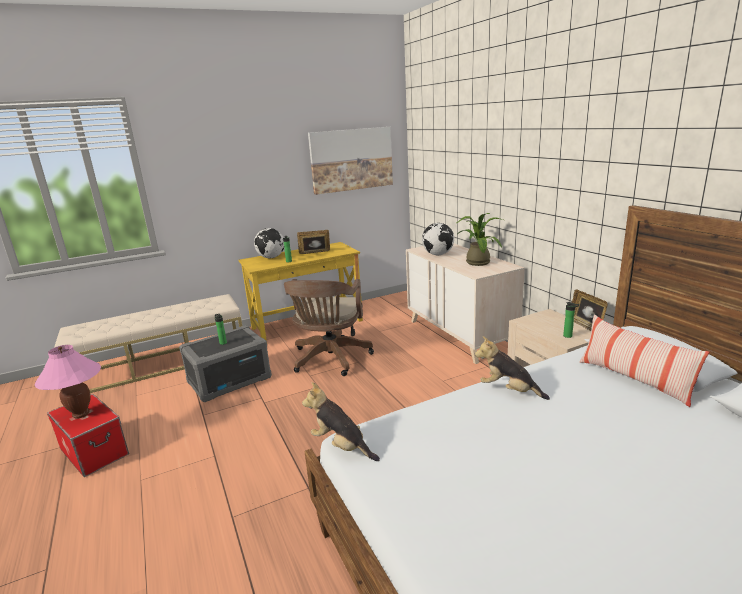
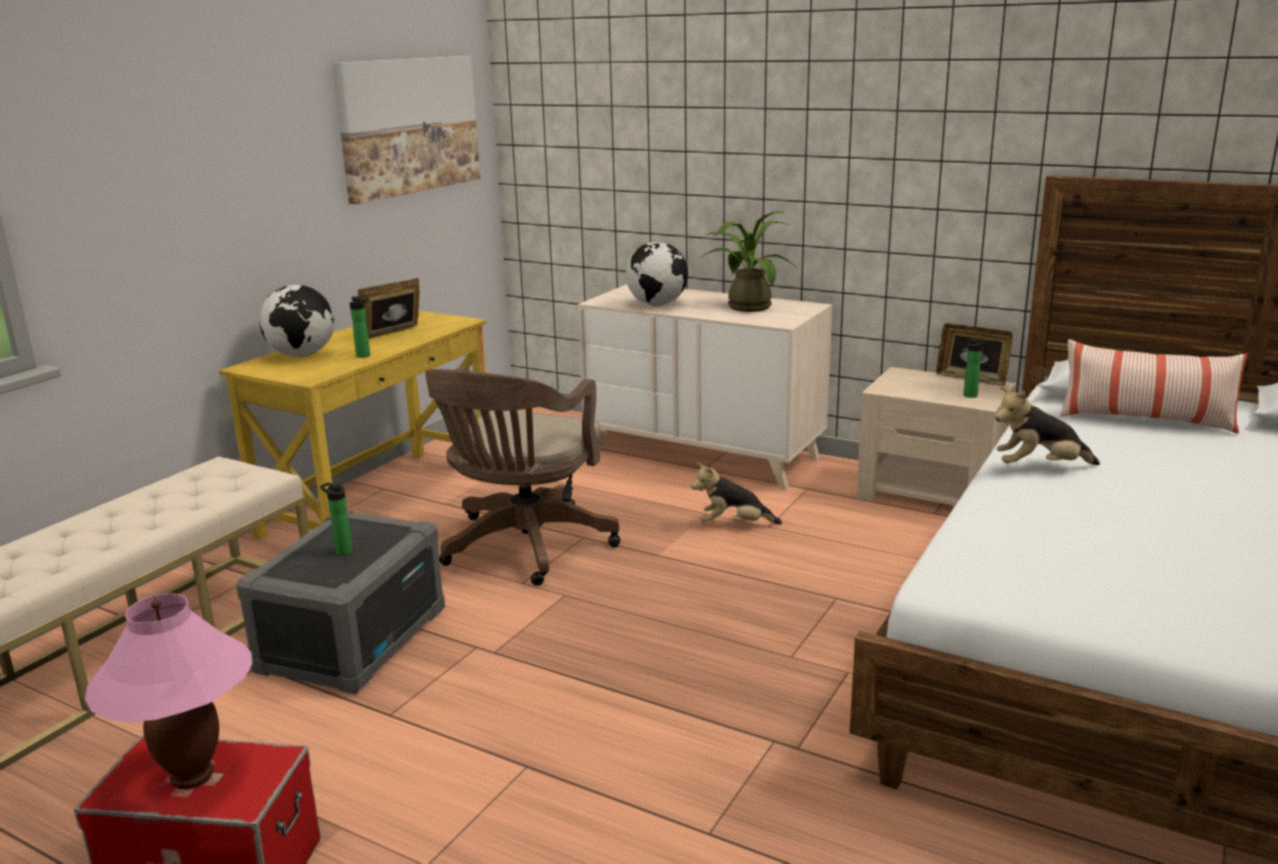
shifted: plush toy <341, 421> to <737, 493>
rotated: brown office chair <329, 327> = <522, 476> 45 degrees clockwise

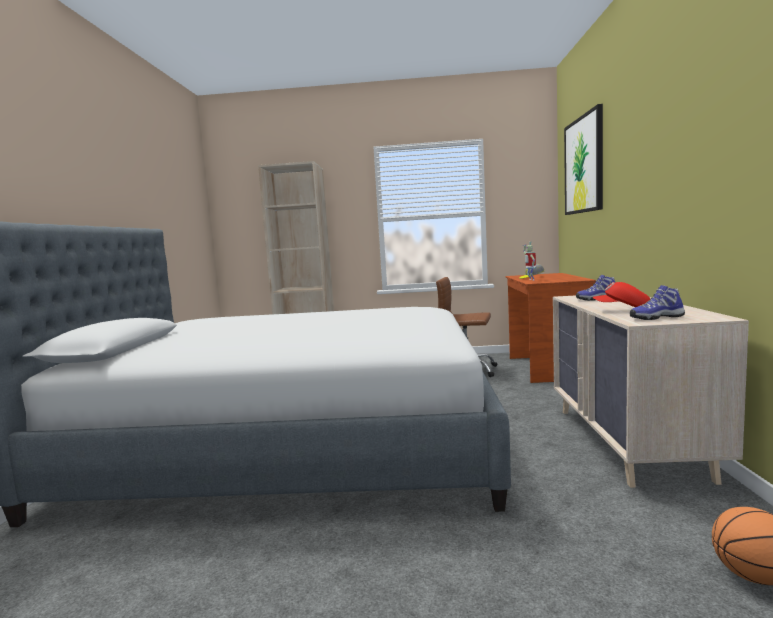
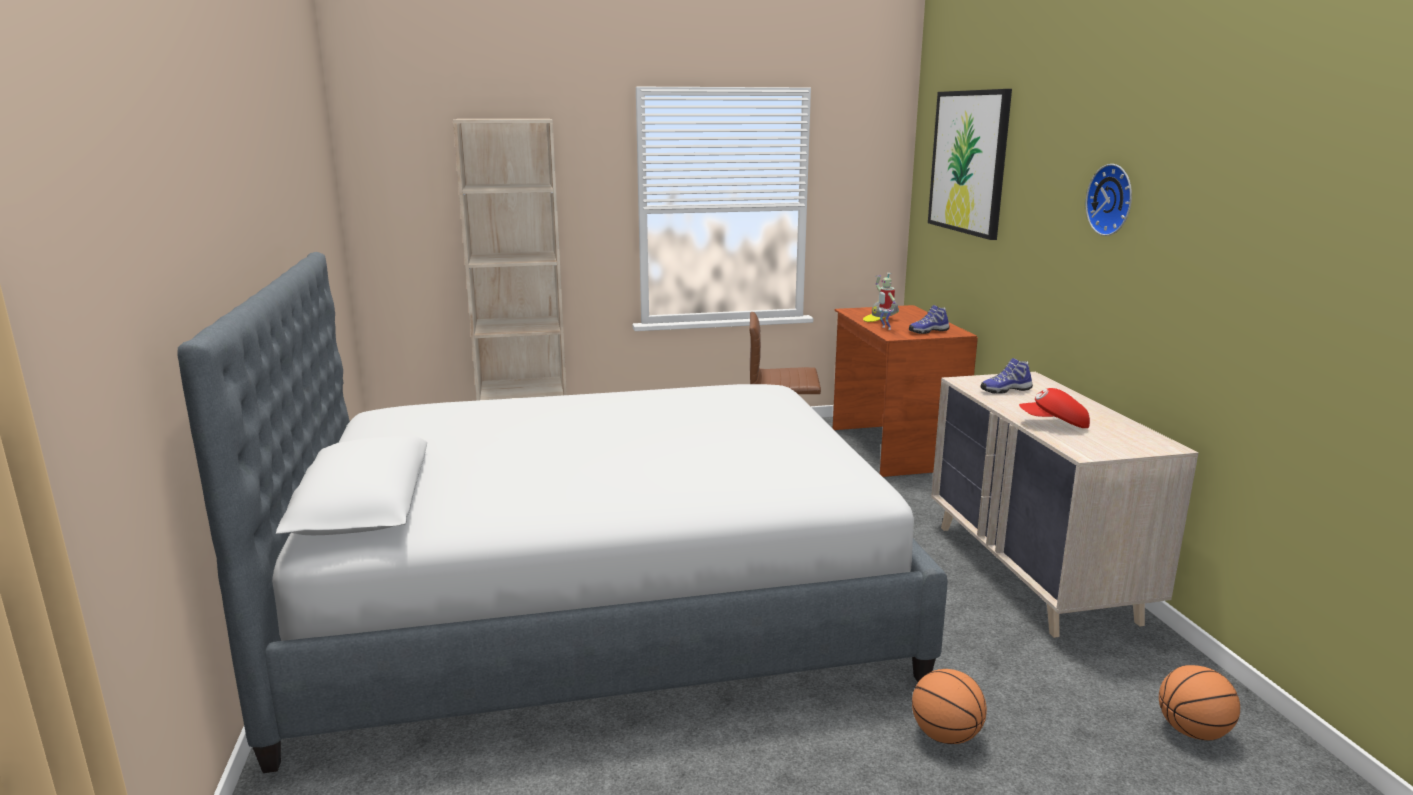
new: basketball <949, 706>; wall clock <1109, 200>
shifted: shoe <657, 302> to <929, 319>

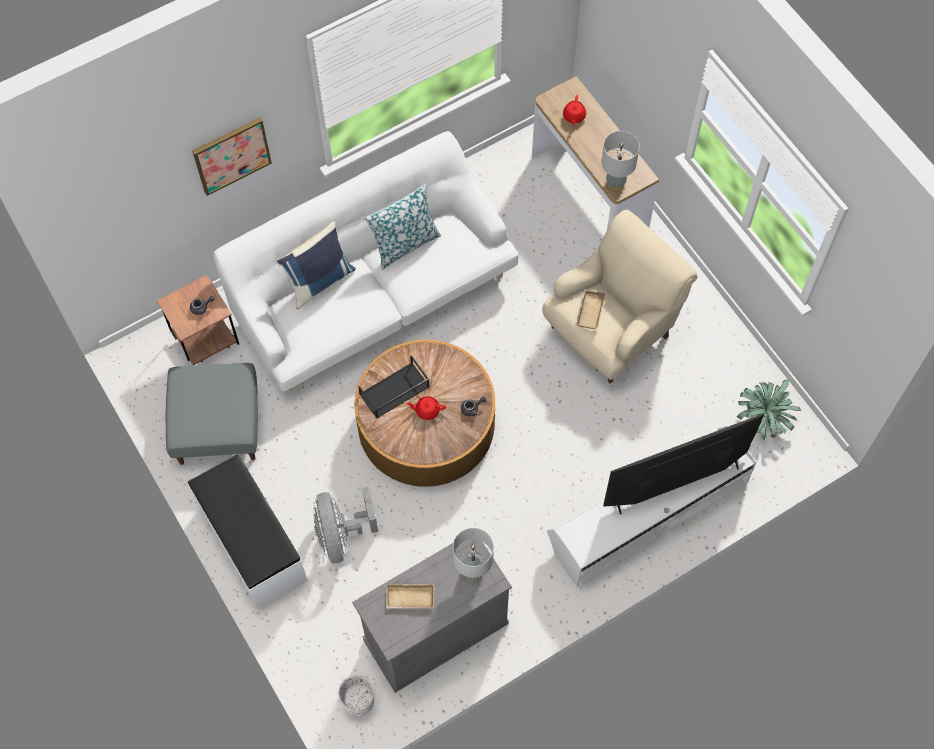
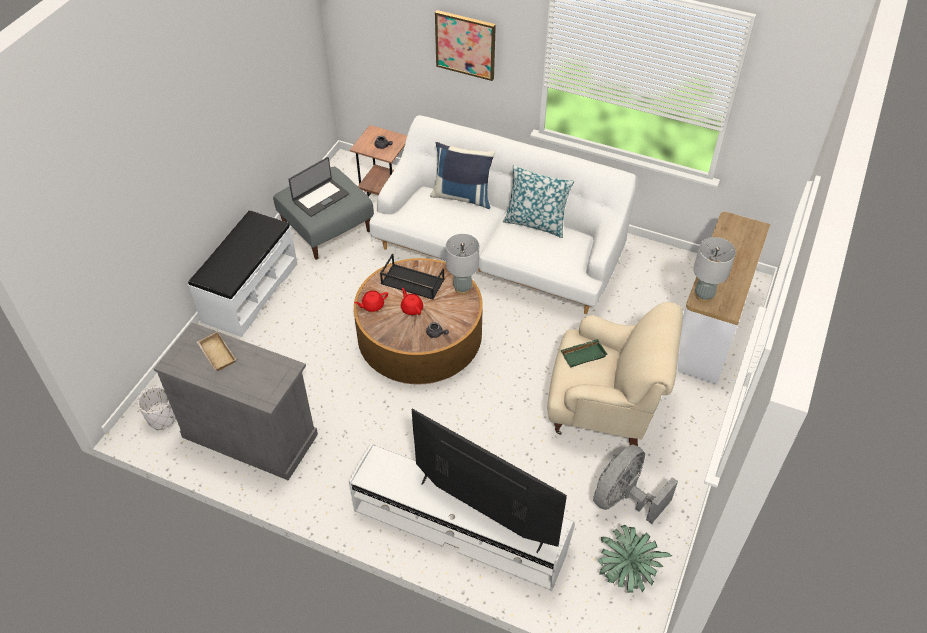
new: laptop <318, 187>
shifted: grey fan <346, 525> to <635, 484>; grey table lamp <473, 554> to <462, 264>; red teapot <574, 110> to <371, 301>
repainted: beige tray <590, 309> to green tray <584, 353>

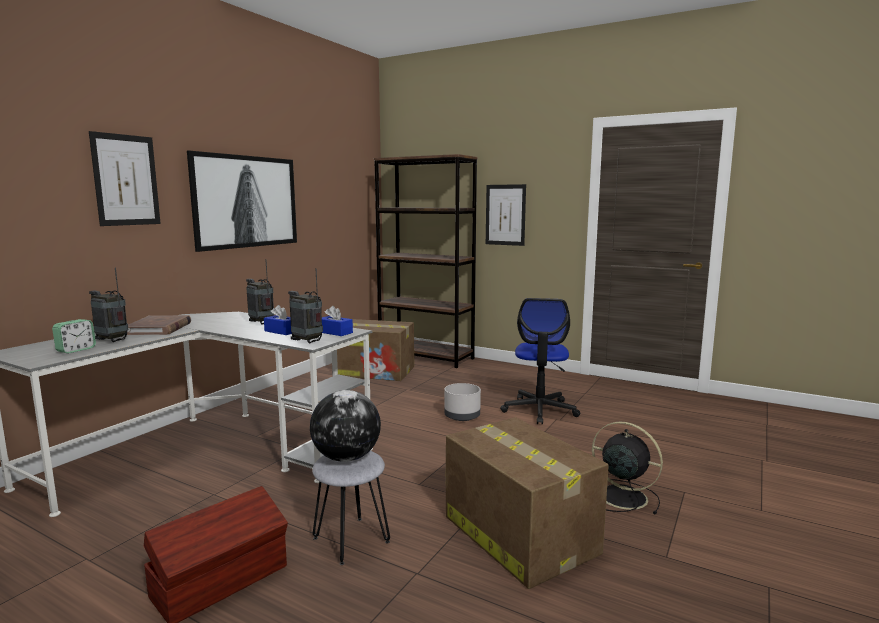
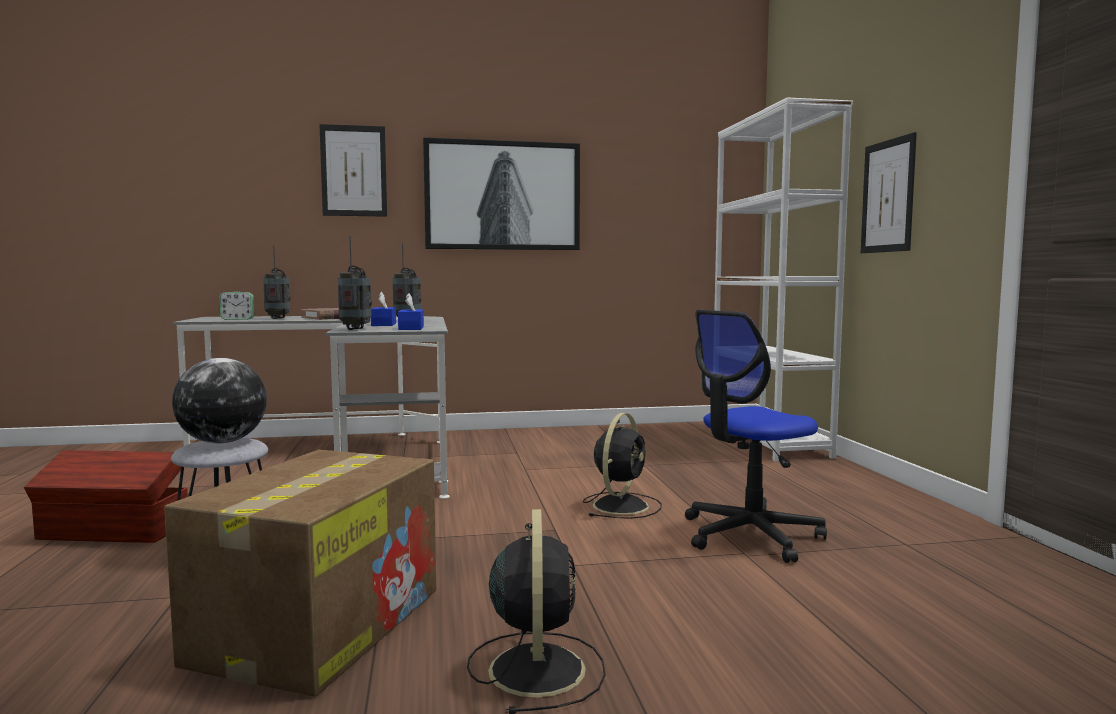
gone: cardboard box <375, 350>
swapped: grey planter <462, 402> to black fan <622, 466>
repainted: brown bookcase <426, 261> to white bookcase <783, 279>

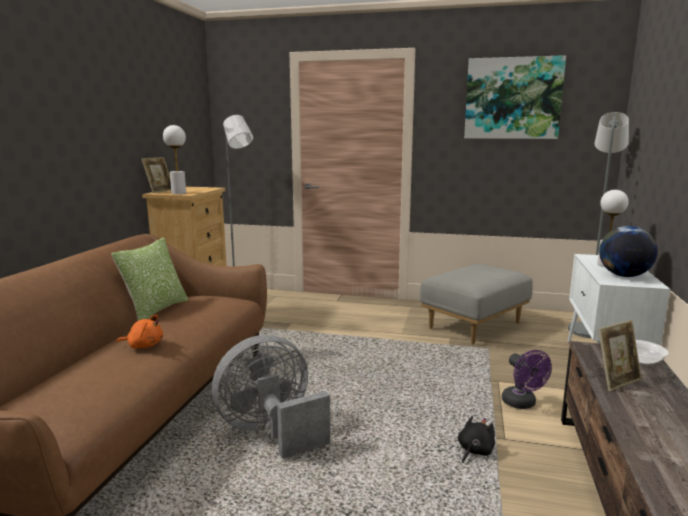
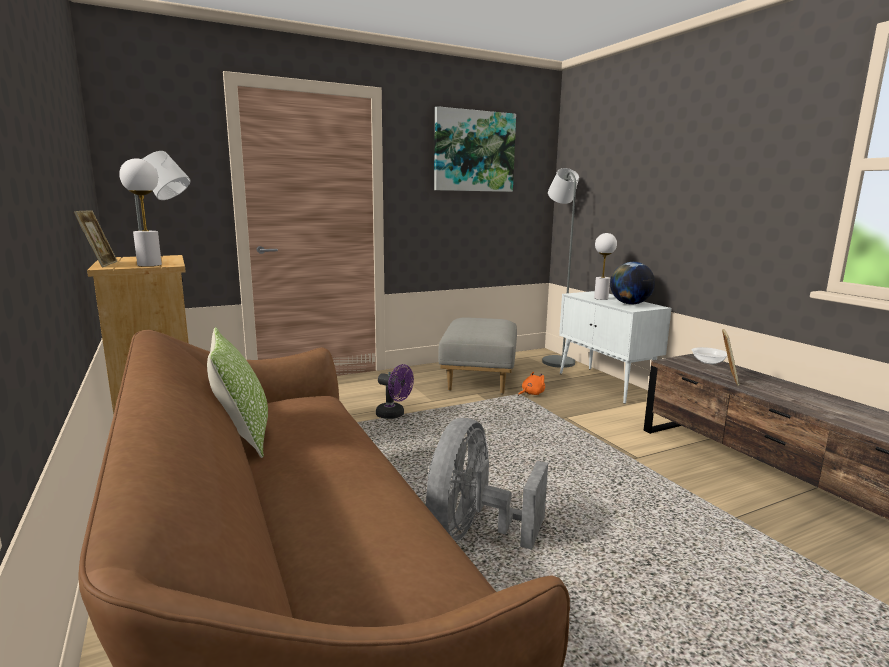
gone: black plush toy <476, 439>
shifted: orange plush toy <139, 331> to <531, 384>; purple fan <527, 379> to <395, 391>

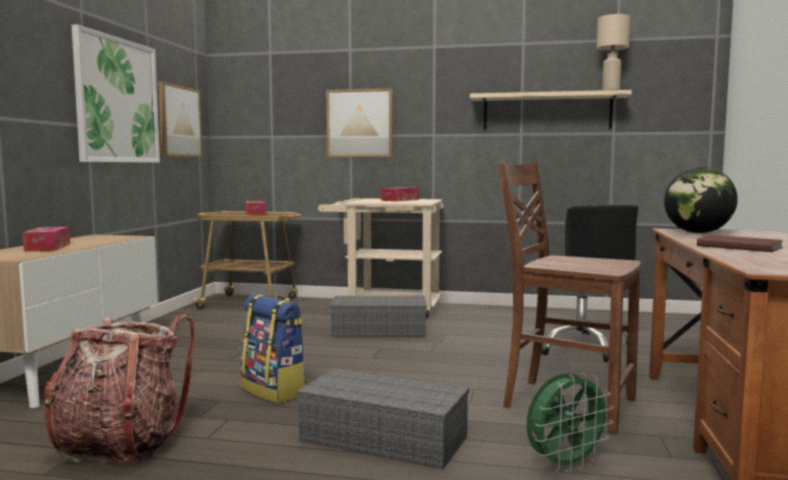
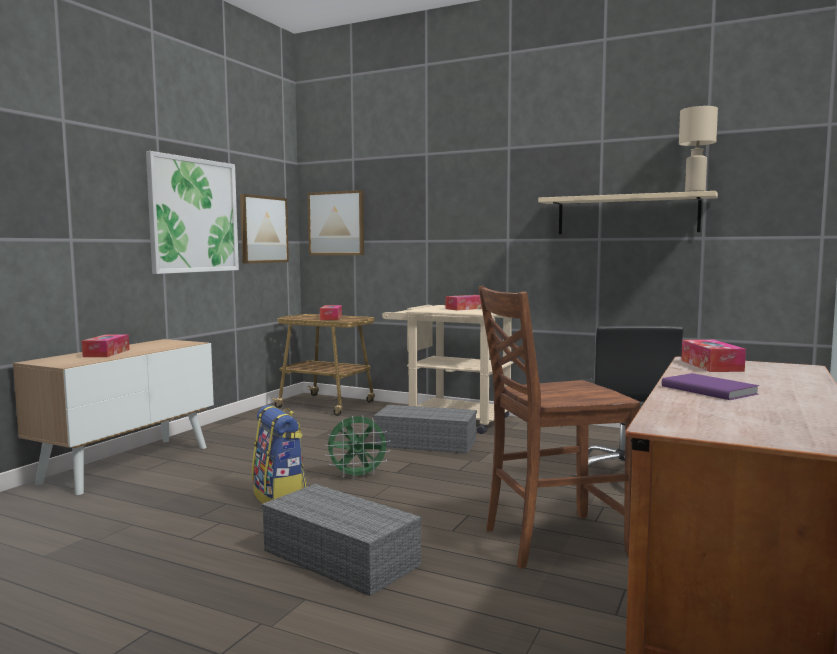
gone: backpack <120, 389>
shifted: picture <359, 122> to <335, 222>; green fan <570, 422> to <357, 447>
swapped: globe <701, 200> to tissue box <713, 356>
repainted: brown book <740, 243> to purple book <711, 386>
rotated: brown chair <569, 298> = <559, 427> 60 degrees counterclockwise

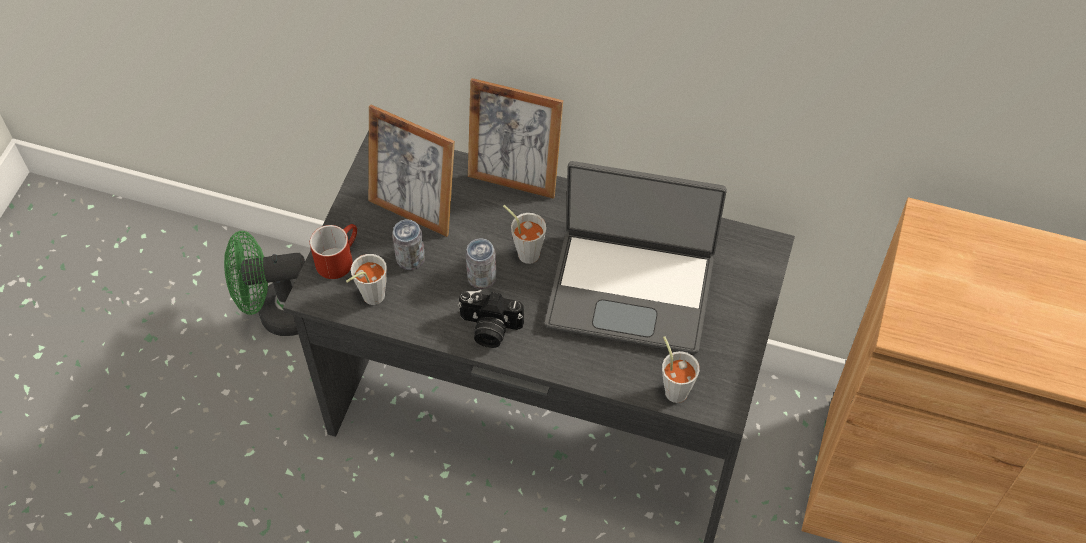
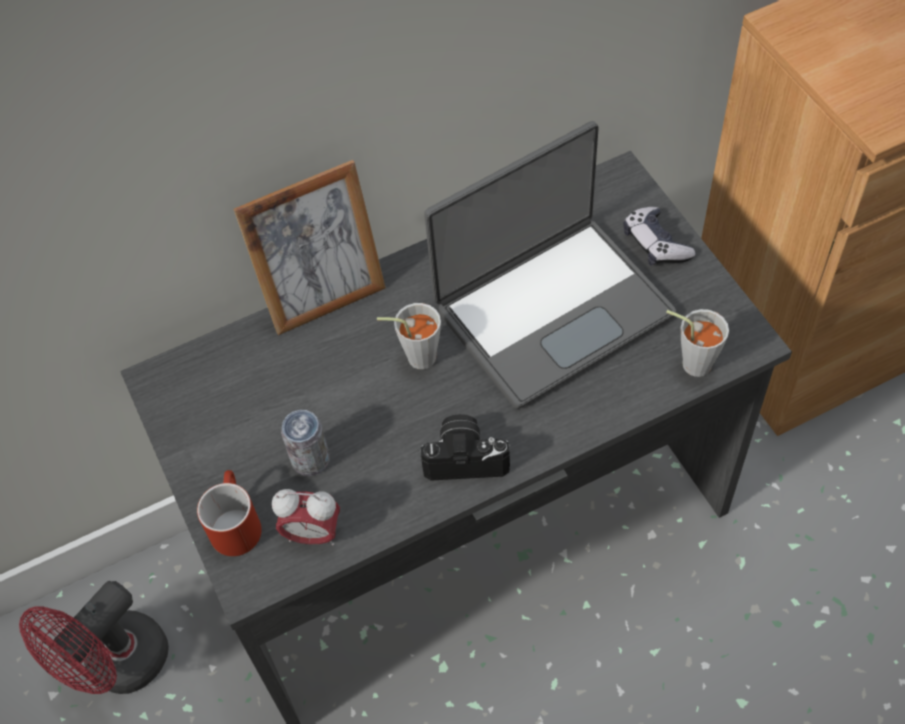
gone: picture frame <411, 171>; can <481, 263>
new: game controller <659, 236>
swapped: grey cup <366, 279> to alarm clock <306, 517>
repainted: green fan <264, 283> to red fan <94, 637>
rotated: photo camera <490, 319> = <465, 447> 150 degrees counterclockwise

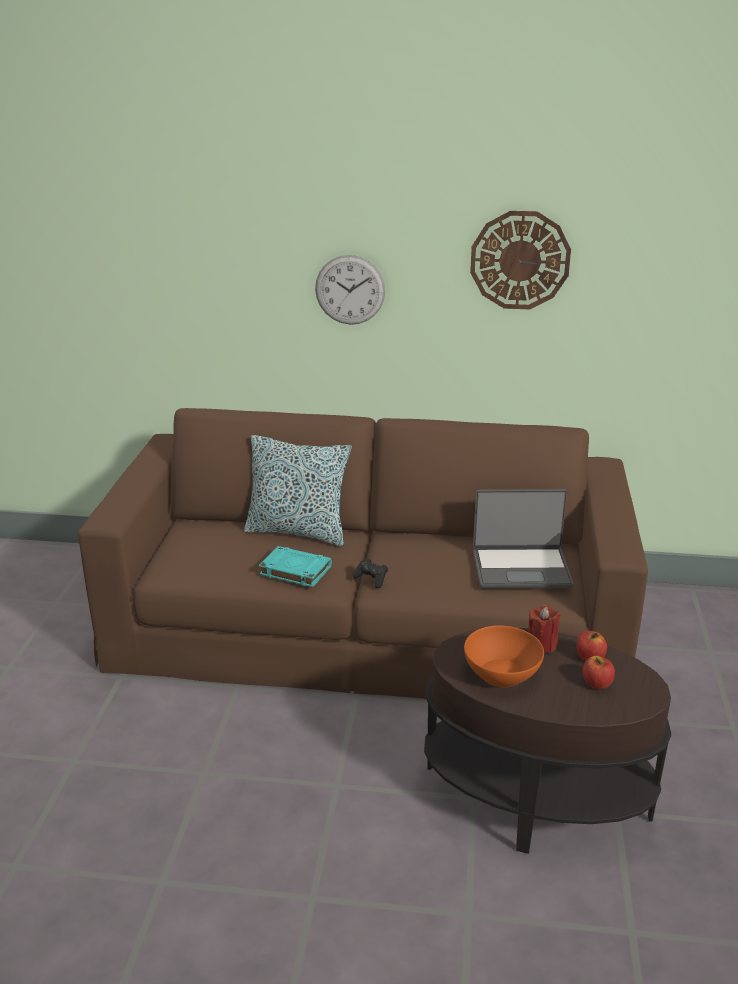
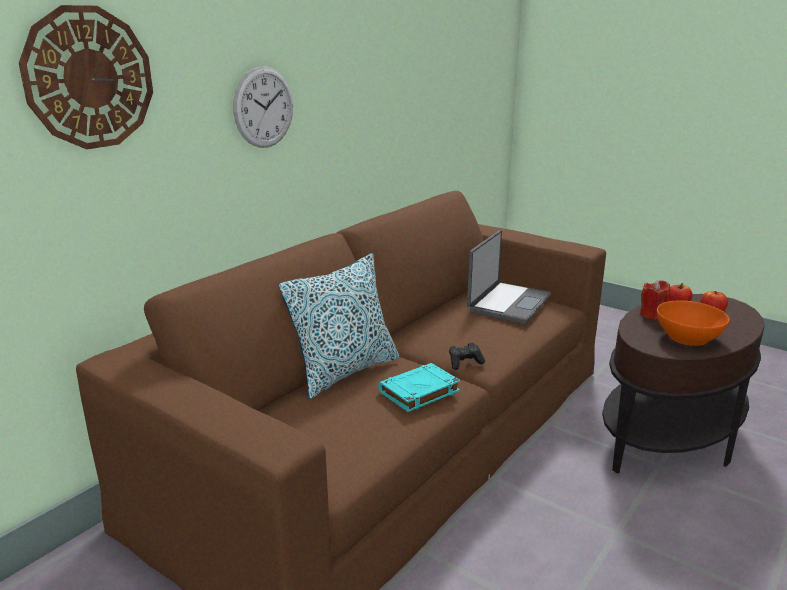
shifted: wall clock <520, 260> to <86, 77>

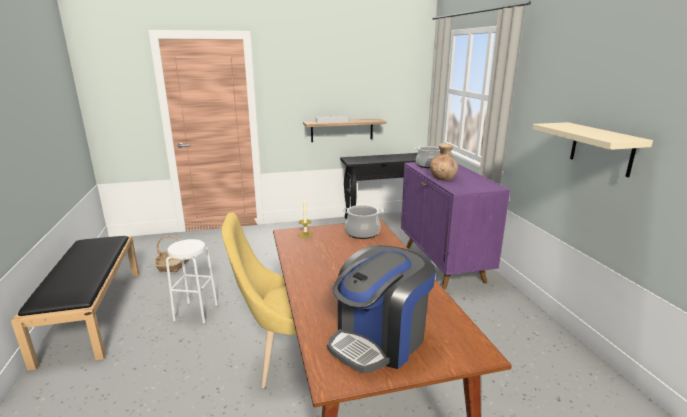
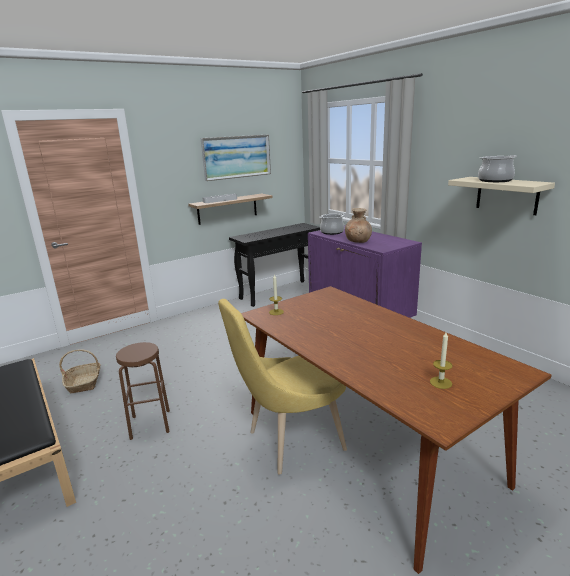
new: picture <236, 158>
shifted: cooking pot <363, 222> to <497, 168>
swapped: coffee machine <381, 309> to candle <441, 360>
repainted: white stool <192, 281> to brown stool <143, 391>

